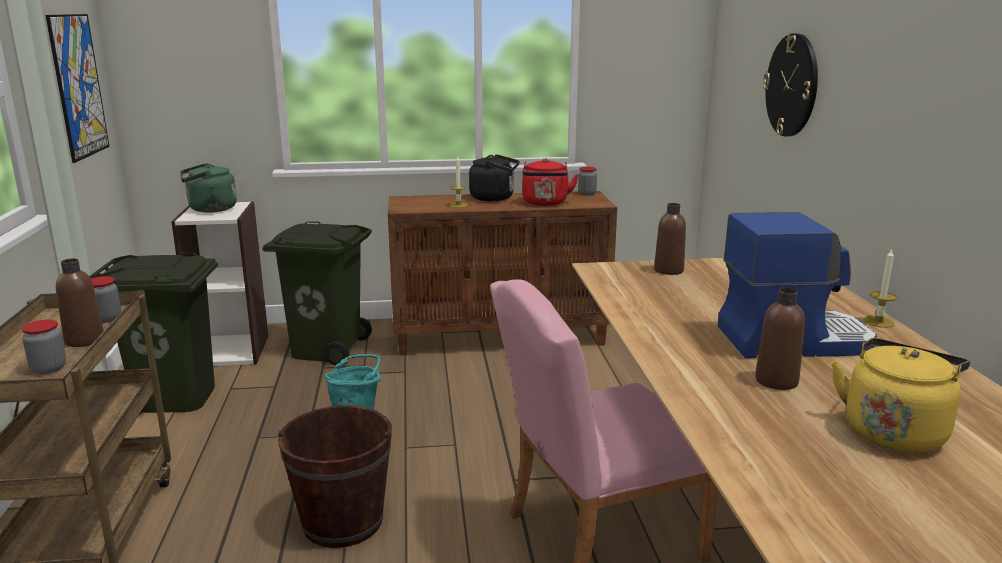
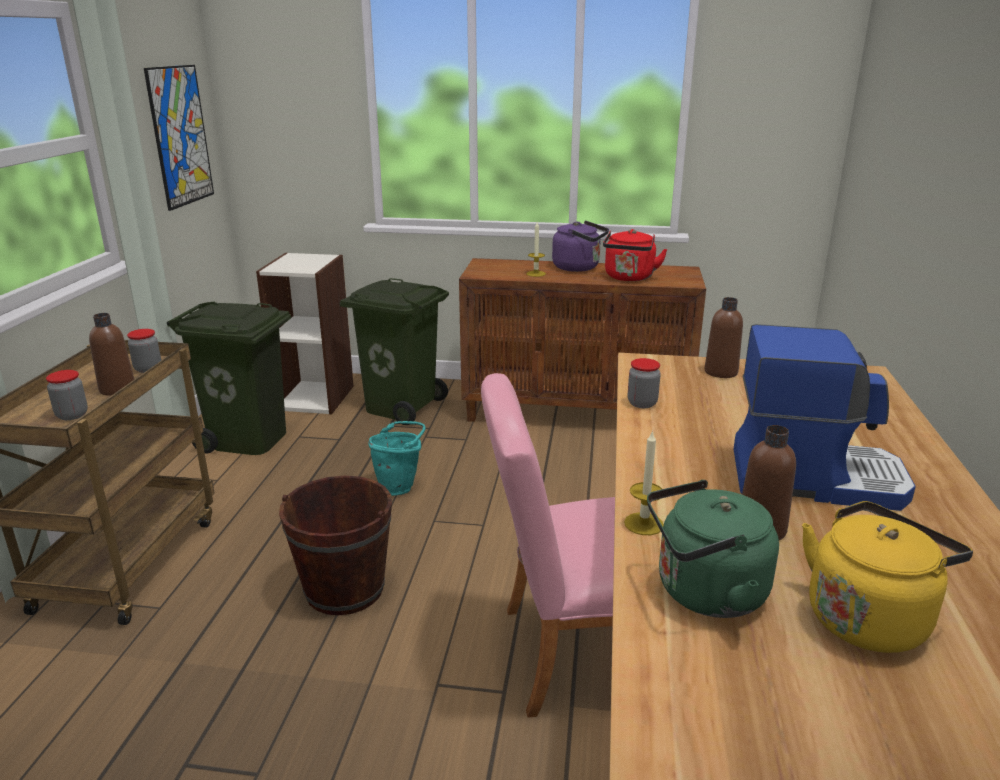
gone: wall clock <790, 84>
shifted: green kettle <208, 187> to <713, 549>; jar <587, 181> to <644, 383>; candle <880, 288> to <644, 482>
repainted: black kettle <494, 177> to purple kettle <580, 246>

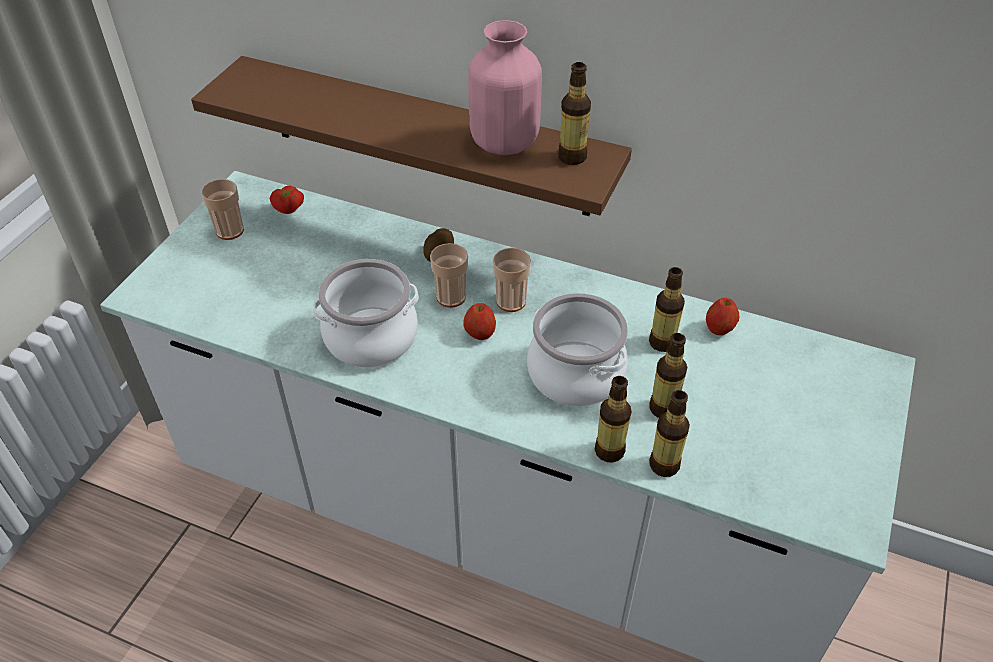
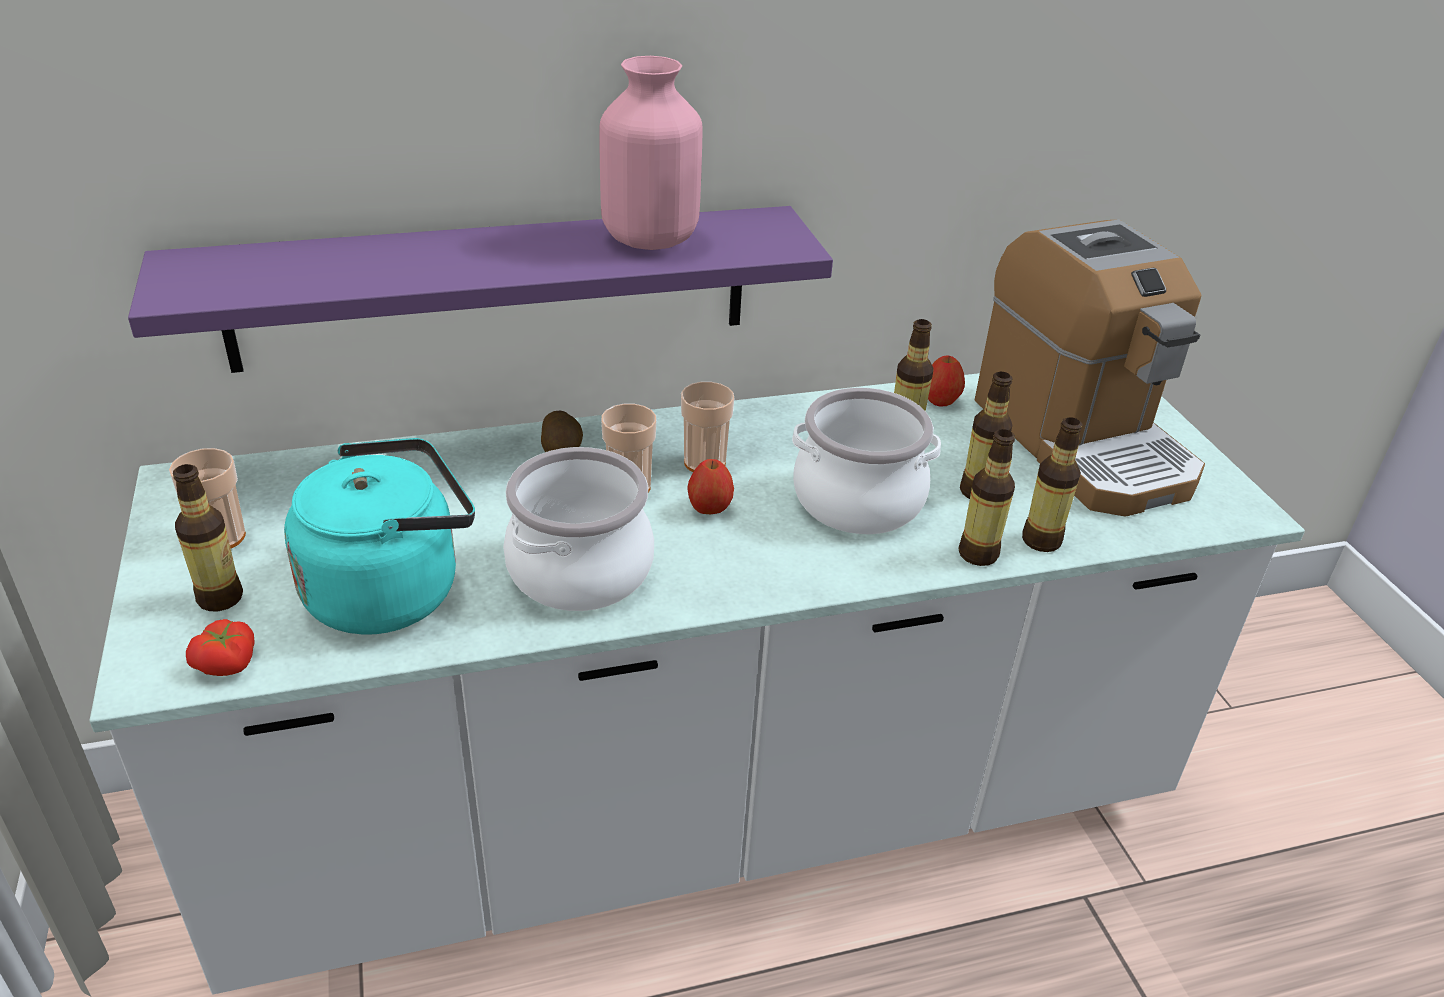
new: turquoise kettle <379, 536>; coffee machine <1089, 368>
shifted: tomato <287, 200> to <220, 647>; bottle <574, 113> to <208, 537>
repainted: brown shelf <411, 136> to purple shelf <480, 289>

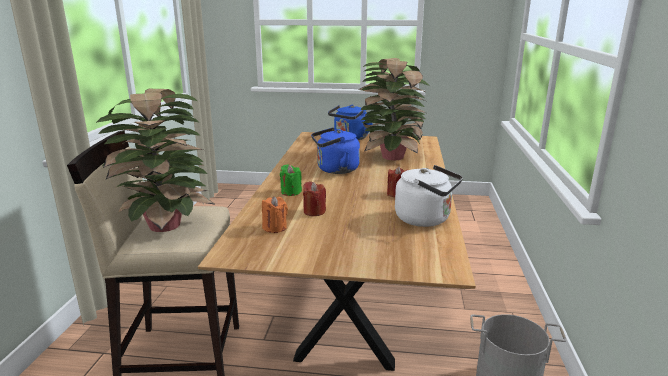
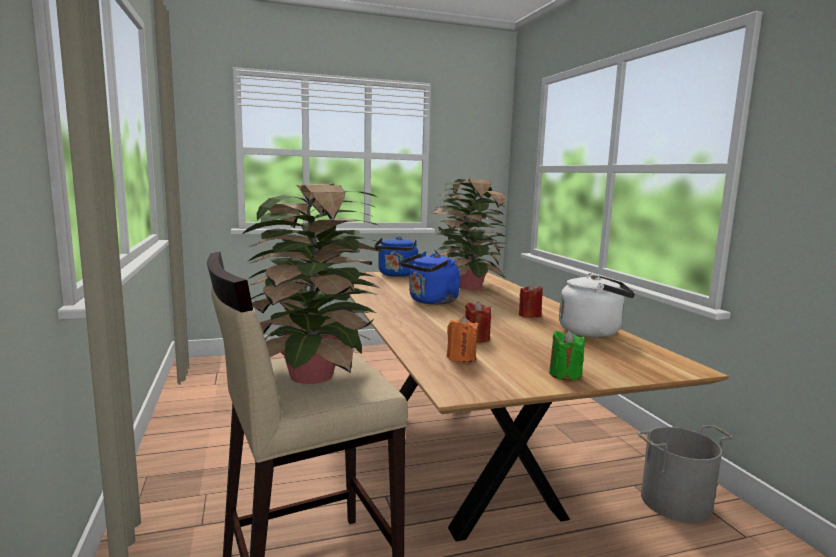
shifted: green candle <291, 180> to <567, 355>

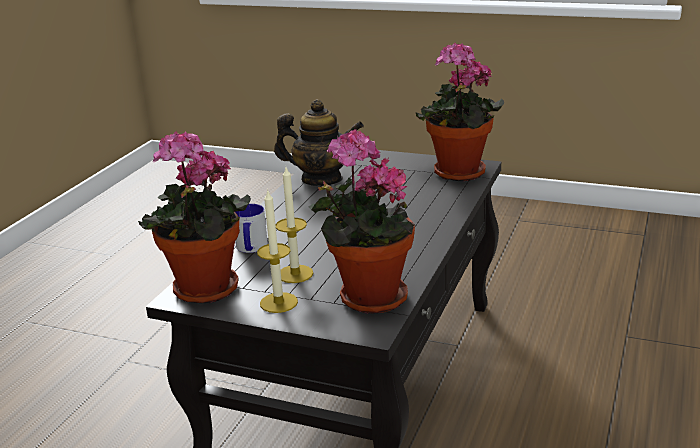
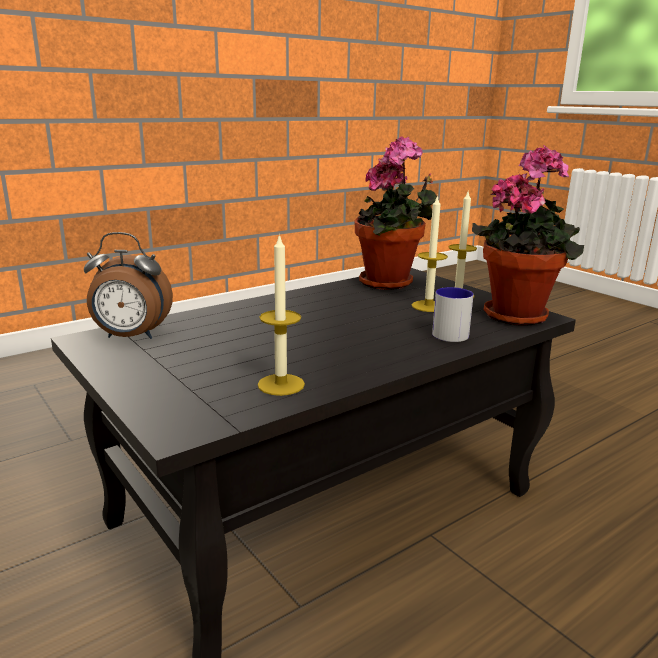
swapped: teapot <319, 142> to candle <281, 314>; potted plant <460, 112> to alarm clock <128, 285>

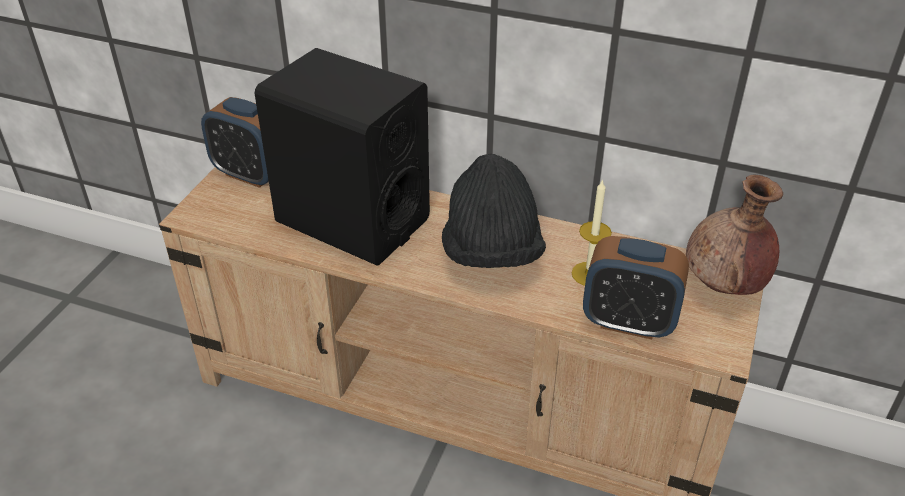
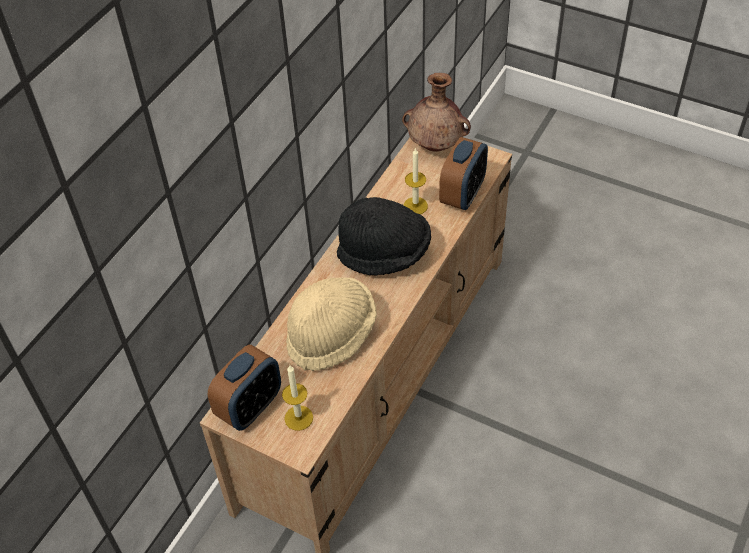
new: candle <297, 398>
swapped: black speaker <342, 157> to beige hat <331, 324>

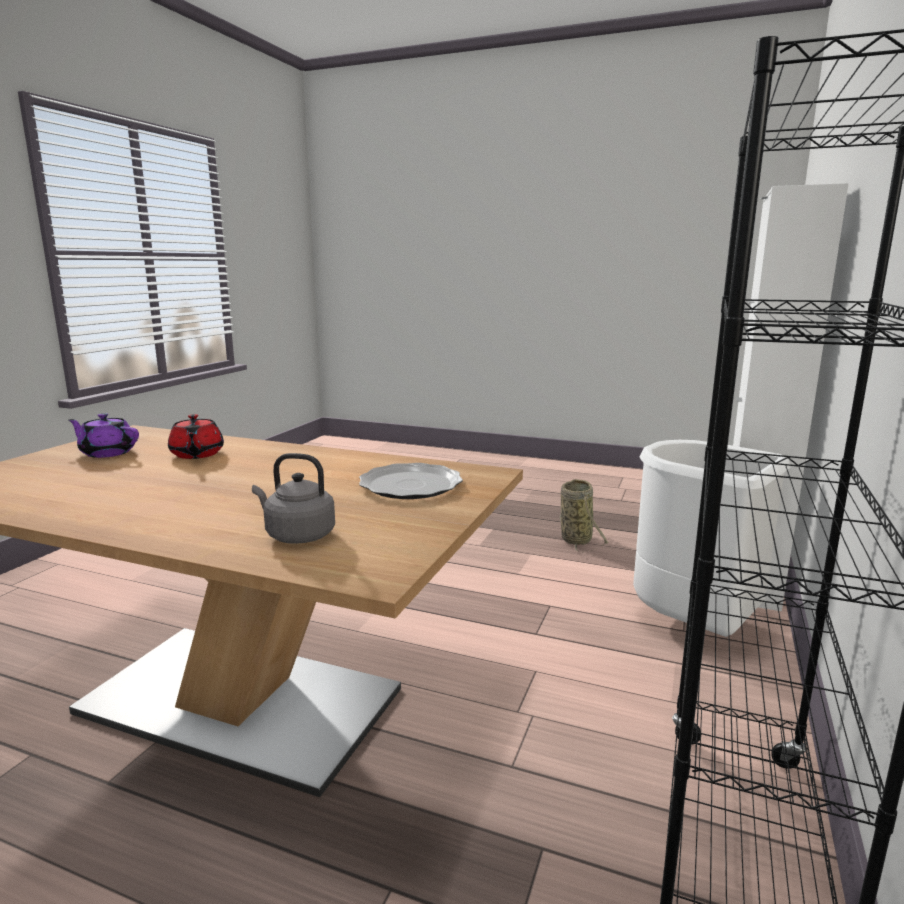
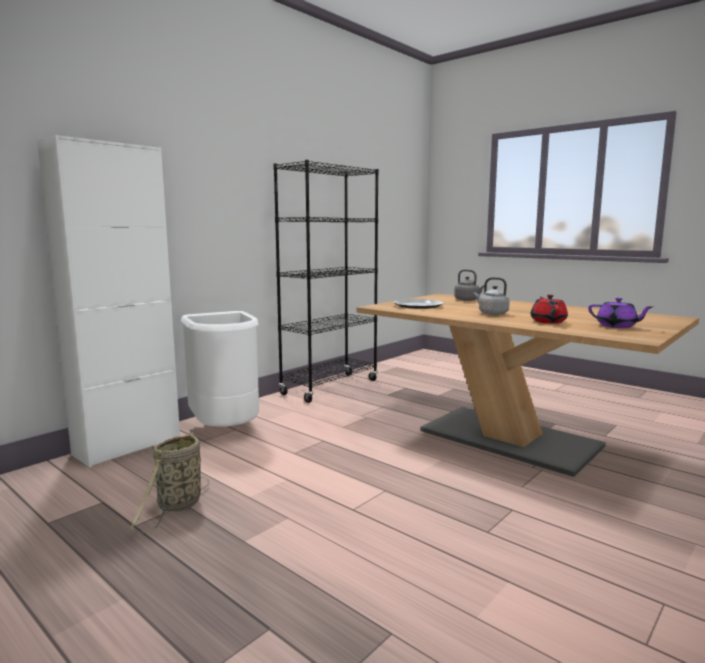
new: grey kettle <492, 296>

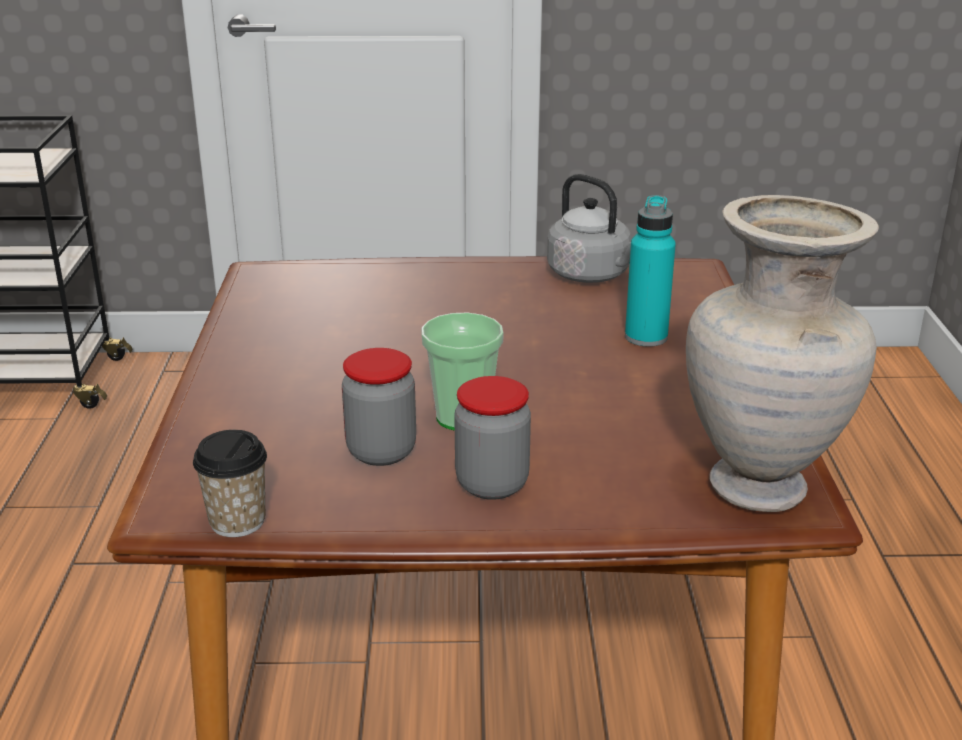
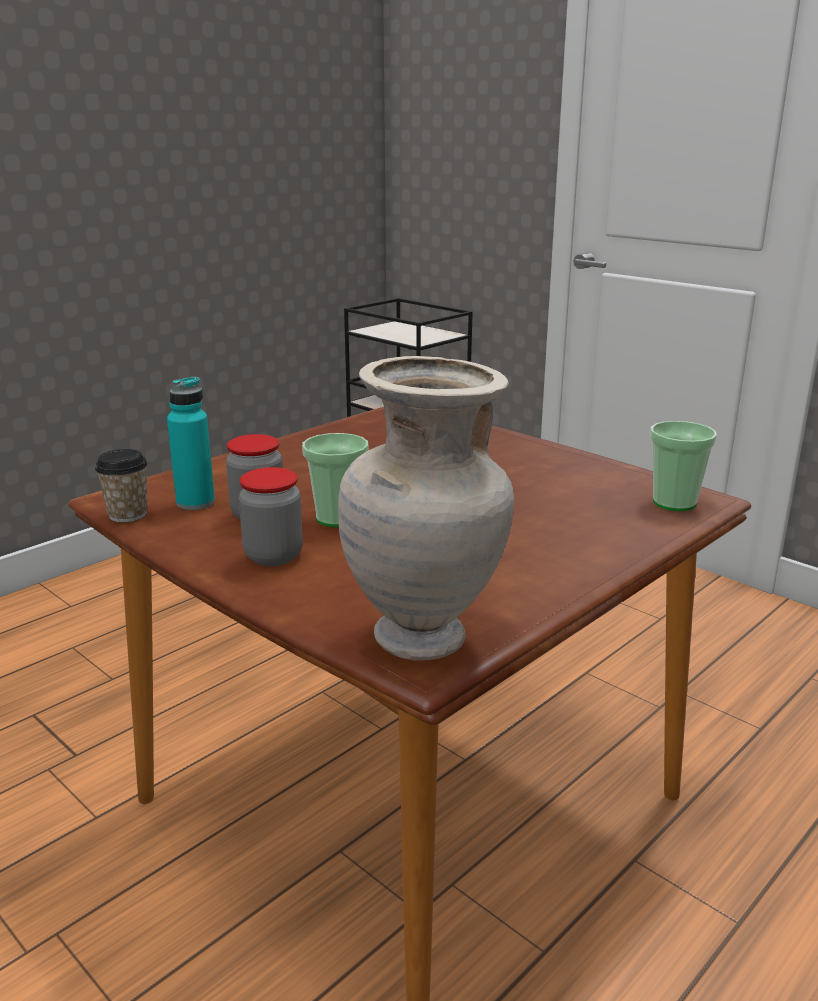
gone: grey kettle <589, 228>
new: cup <683, 466>
shifted: turquoise bottle <650, 271> to <191, 443>

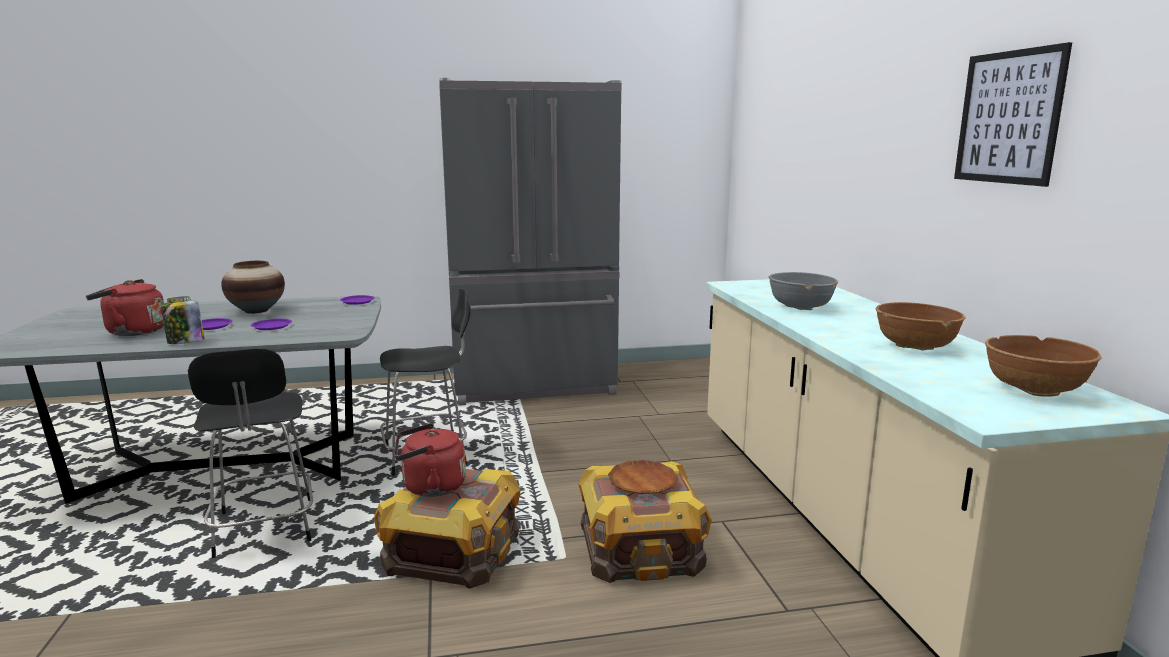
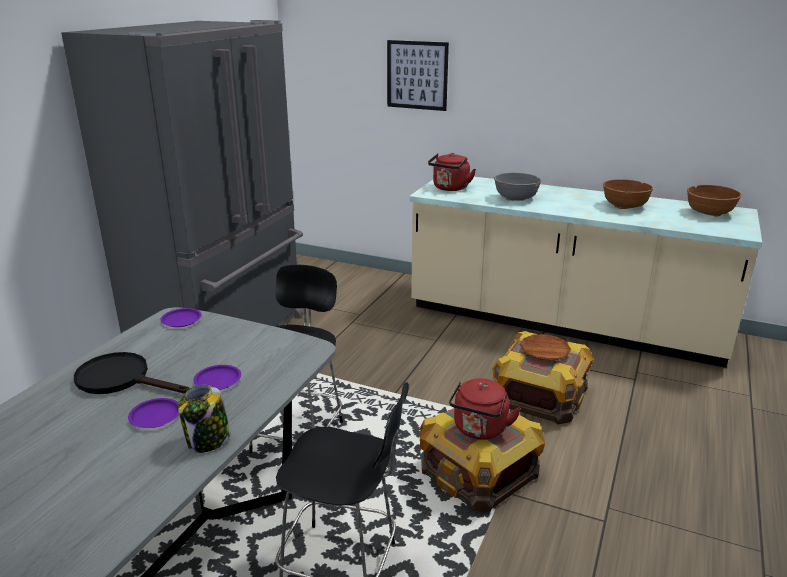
shifted: red kettle <125, 307> to <452, 172>; picture <1013, 114> to <418, 75>
swapped: vase <253, 287> to black frying pan <132, 373>

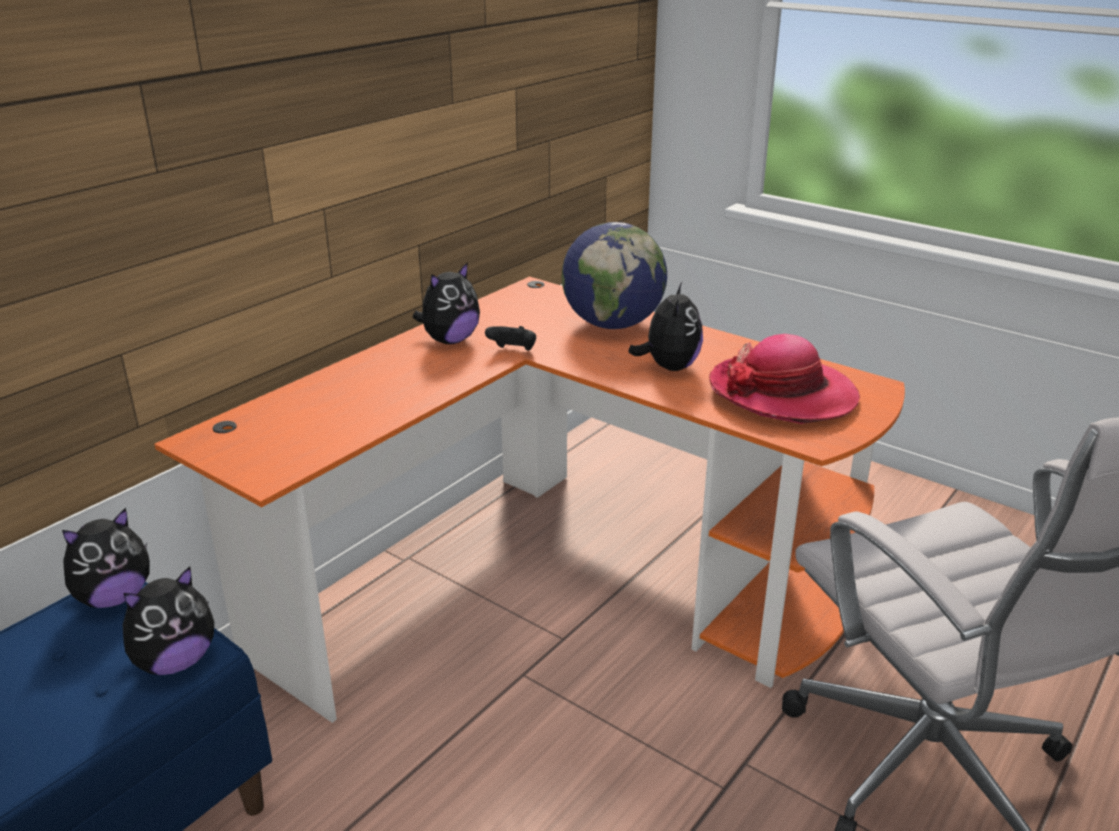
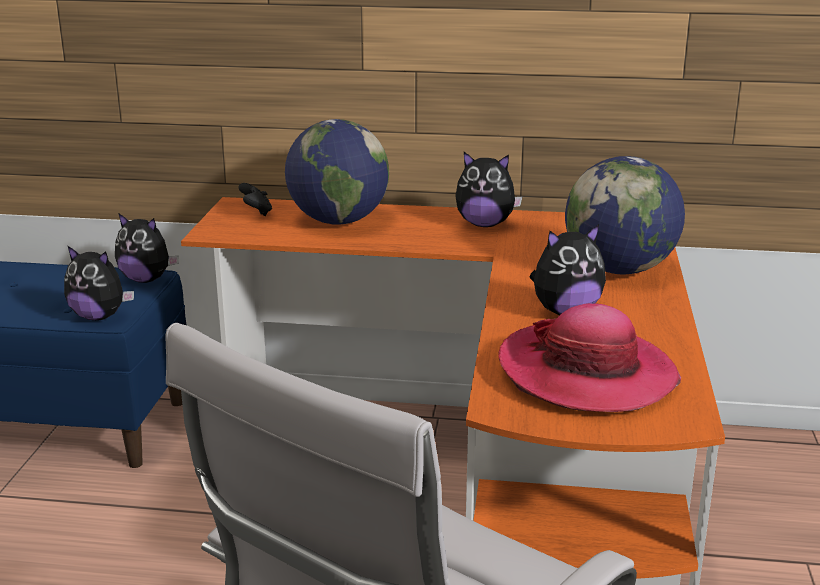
new: globe <337, 172>
shifted: black game controller <510, 338> to <255, 199>

